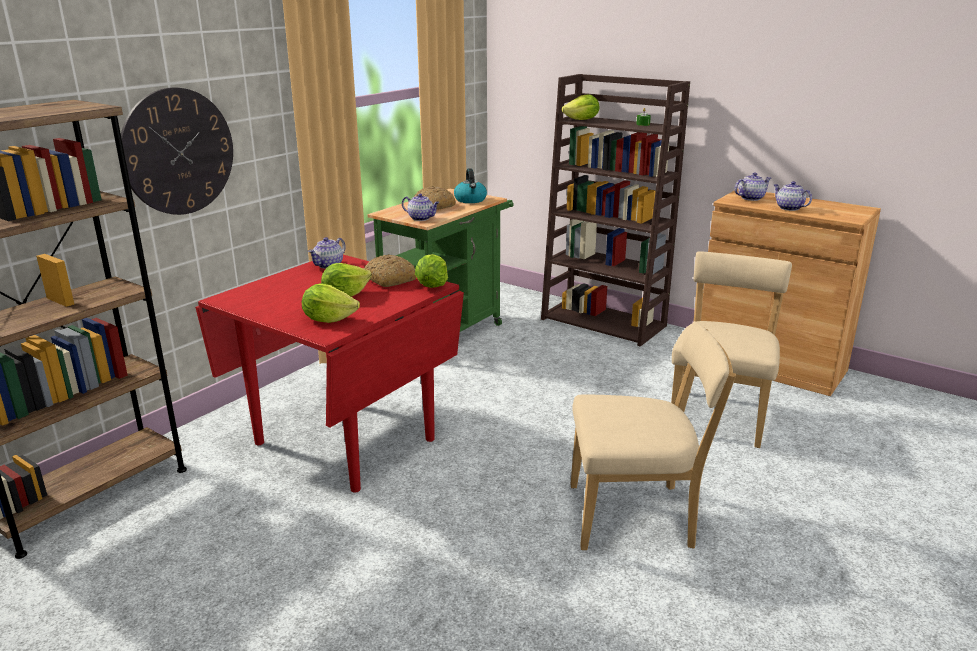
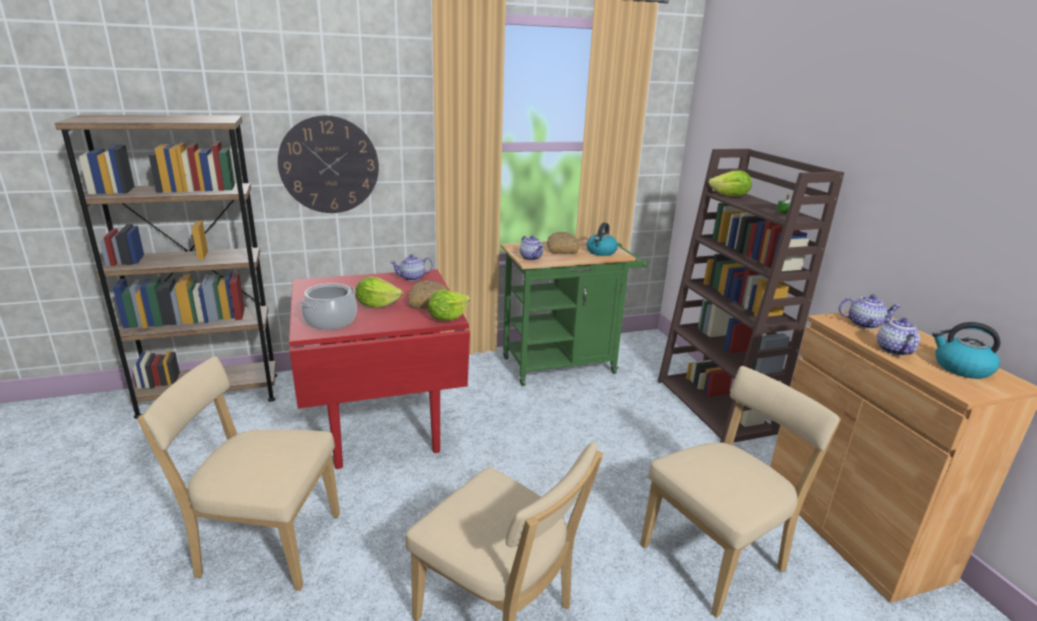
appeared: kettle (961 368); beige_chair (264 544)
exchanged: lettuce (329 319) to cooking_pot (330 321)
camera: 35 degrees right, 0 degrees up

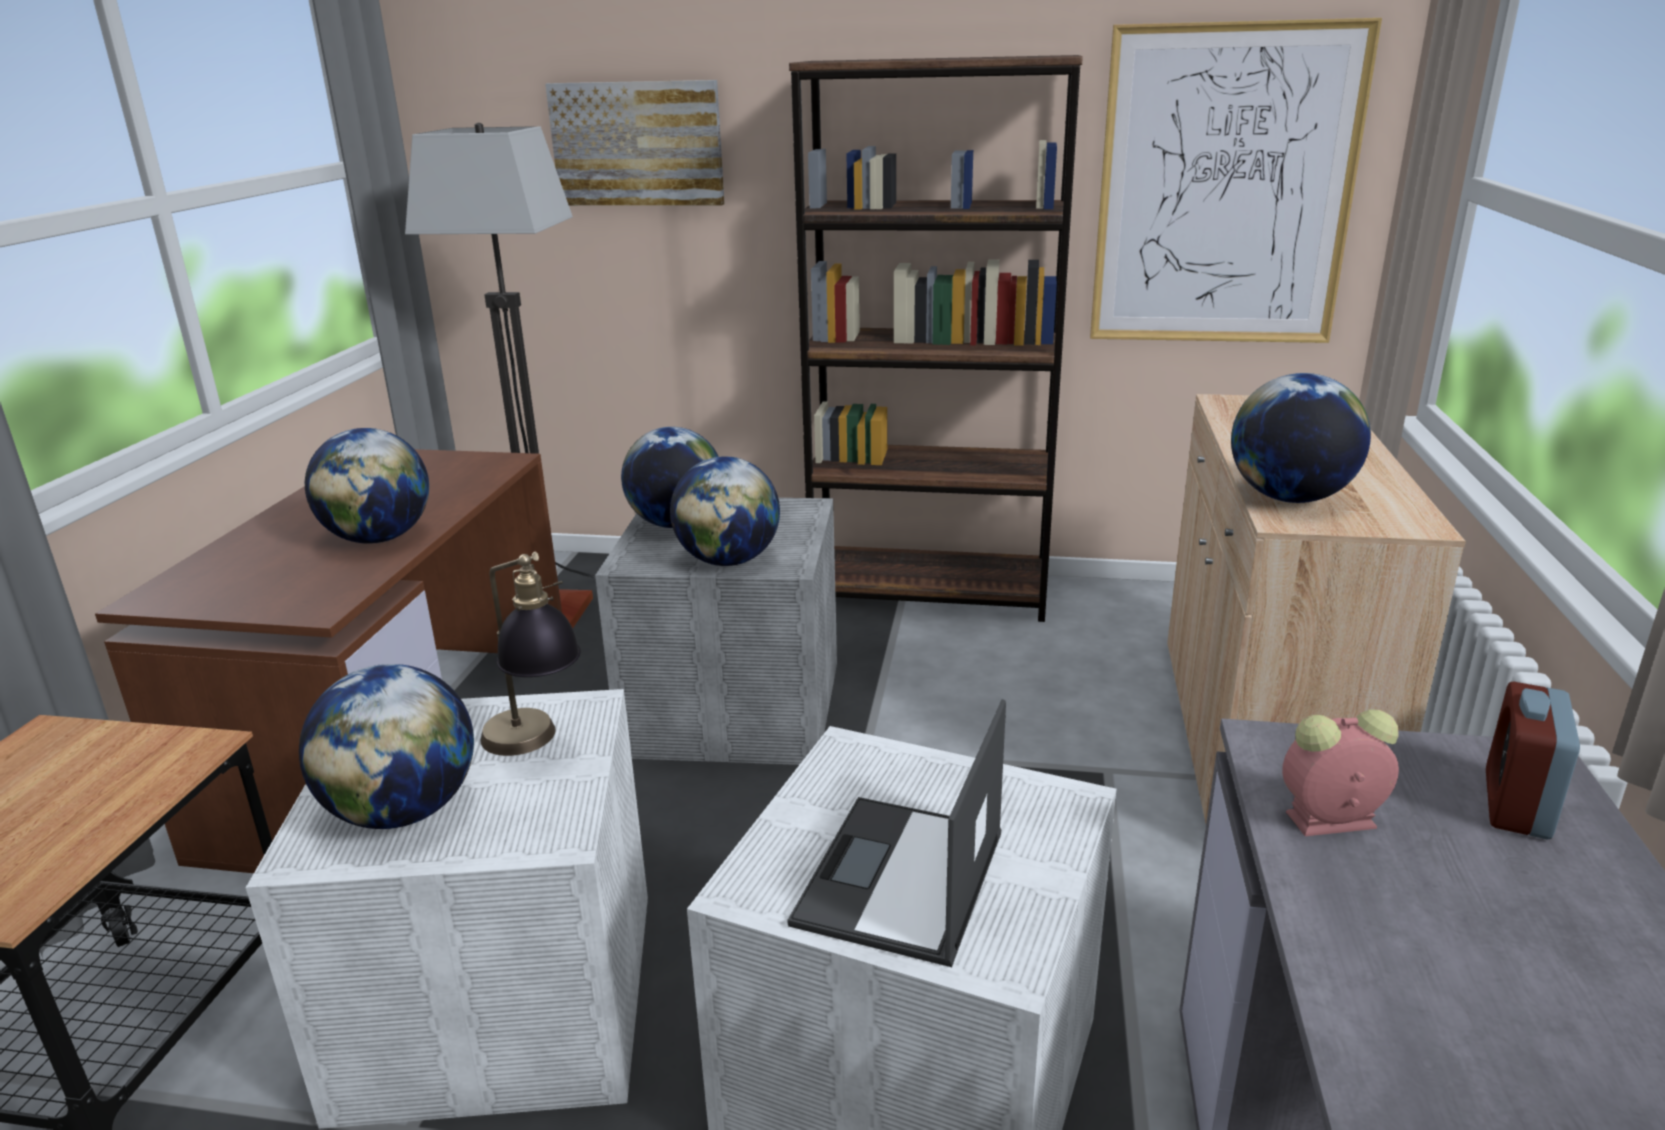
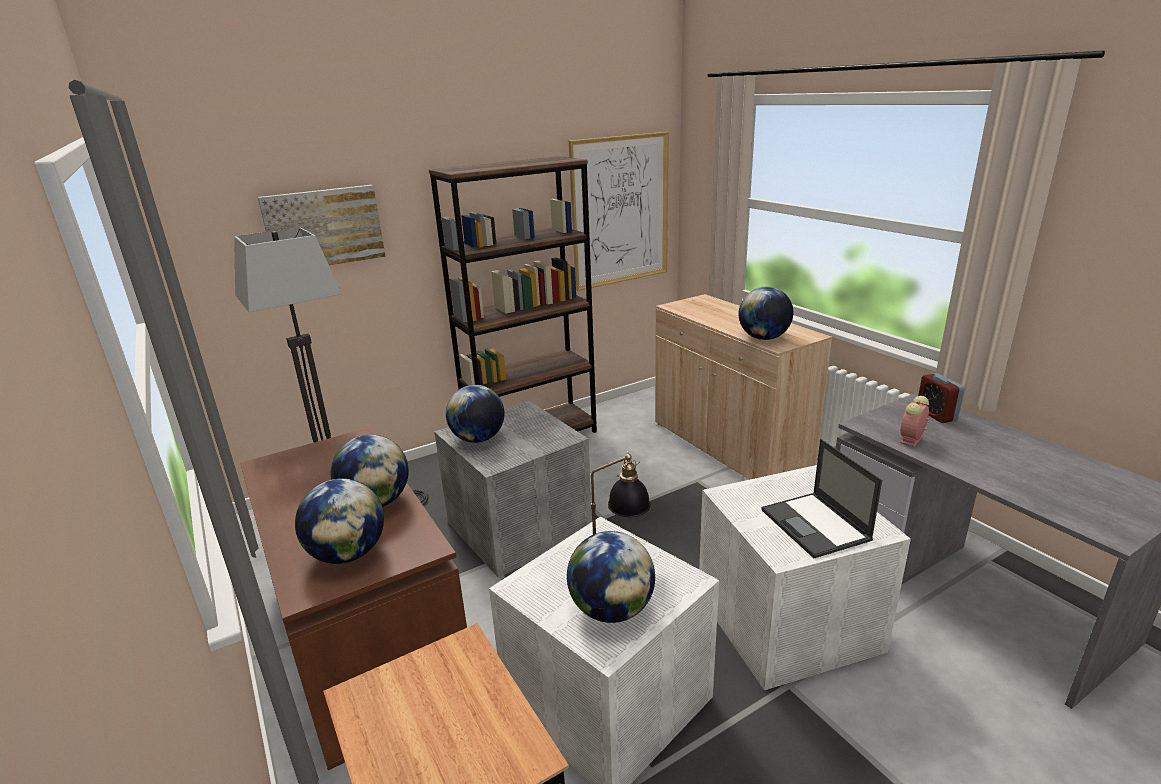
relocated: globe (728 561) to (348 554)
camera: 40 degrees left, 0 degrees up

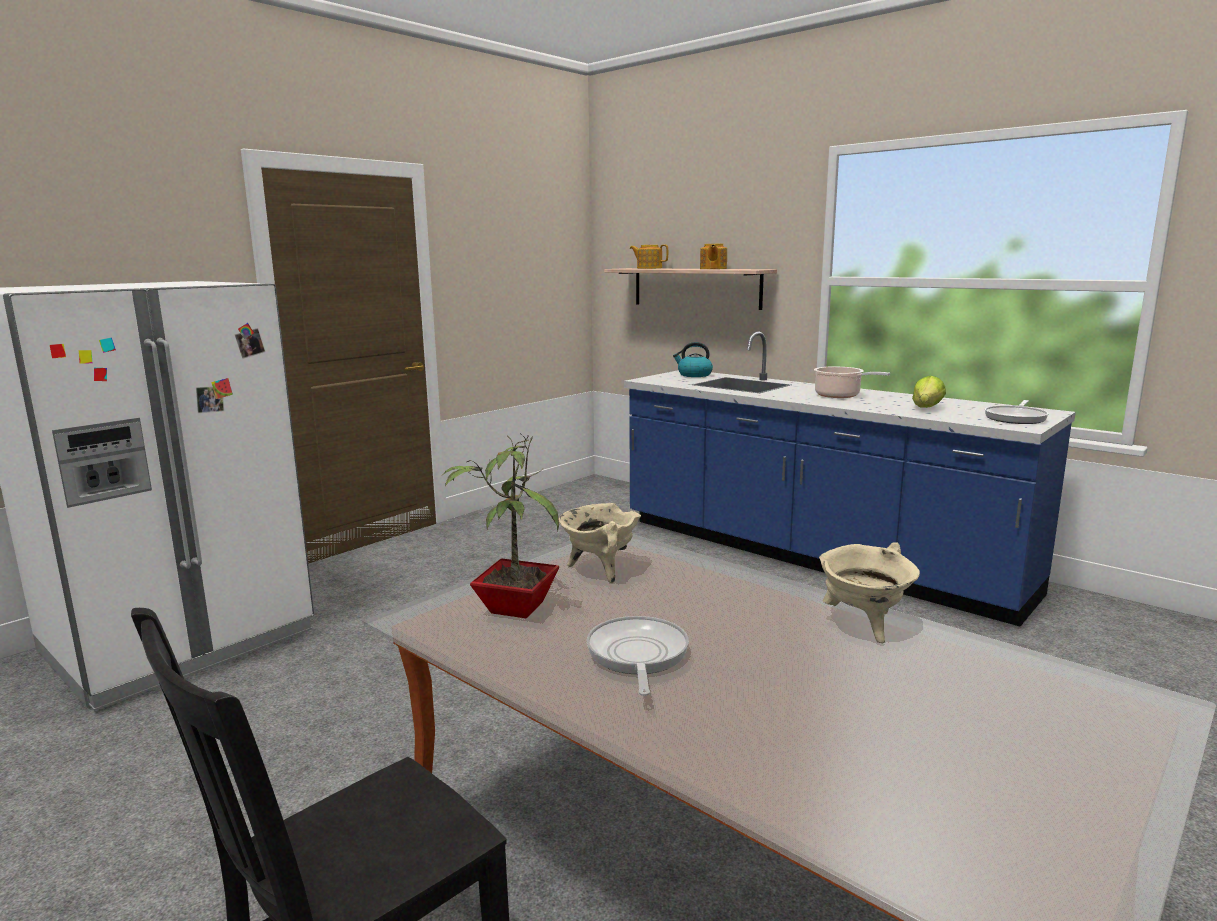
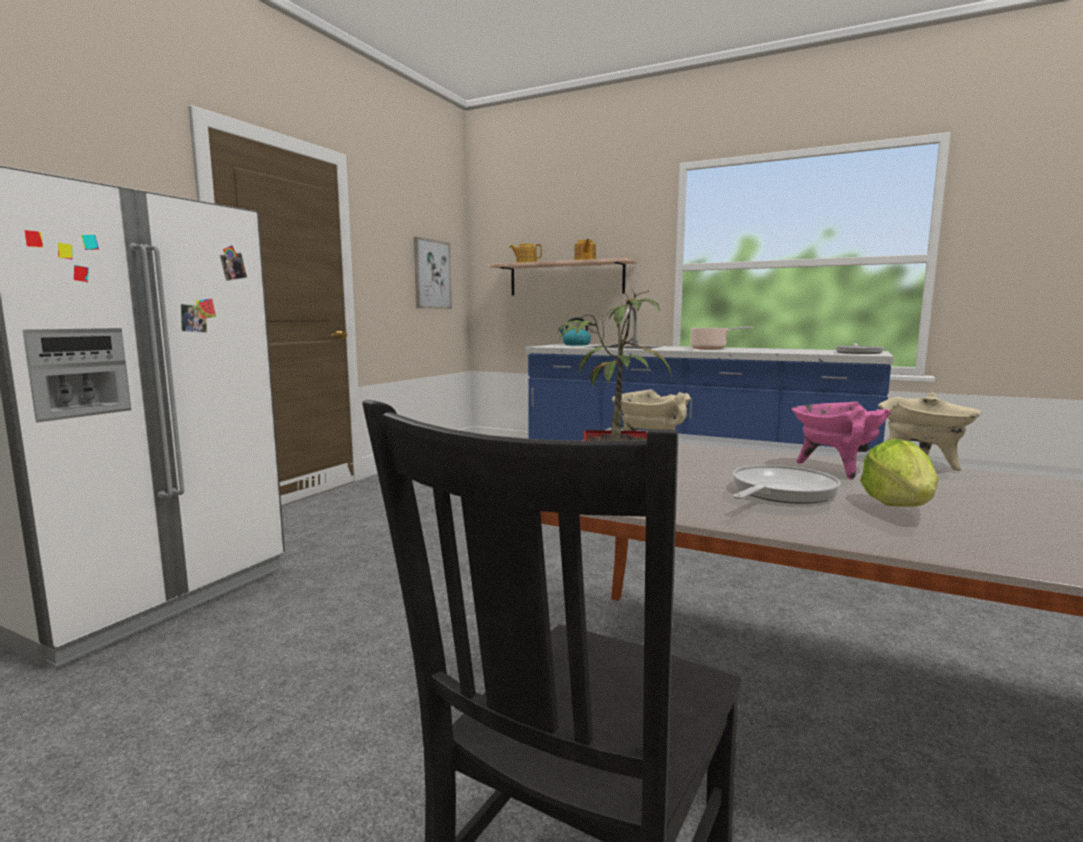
appeared: picture (432 274); pink_cooking_pot (835 469)
relocated: lettuce (927 408) to (899 506)
spun: frying_pan (637 656) = (780 492) 60 degrees clockwise
camera: 15 degrees left, 5 degrees down

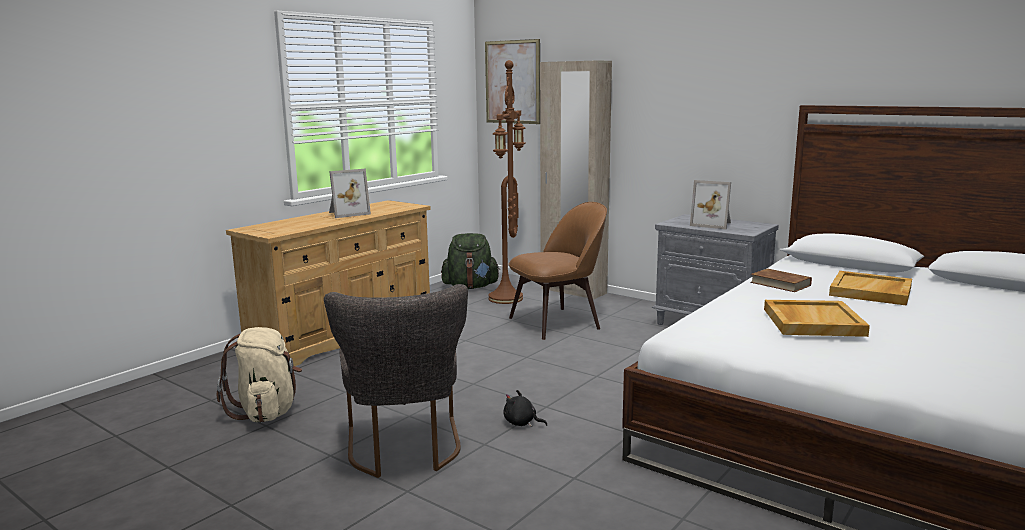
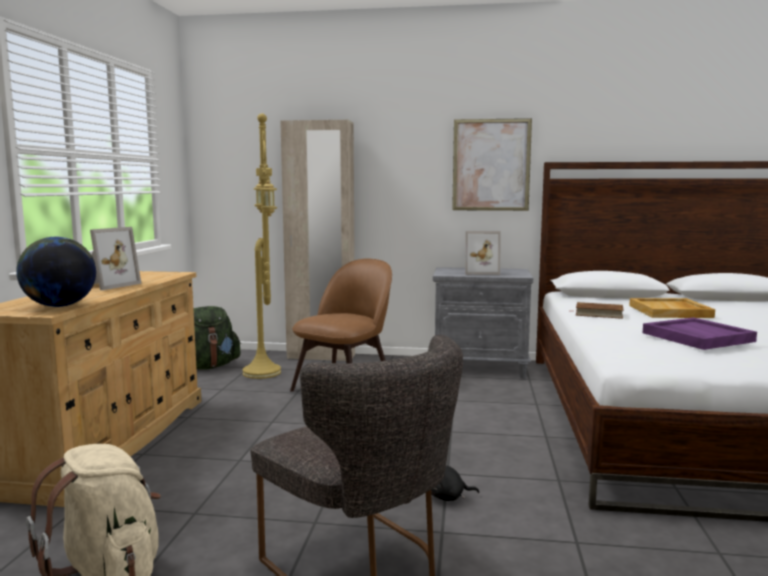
appeared: globe (59 306)
relocated: picture (512 82) to (491 165)
colour: brown_floor_lamp (507 299) to yellow_floor_lamp (264 373); beige_tray (812 322) to purple_tray (696 337)
camera: 30 degrees left, 5 degrees down

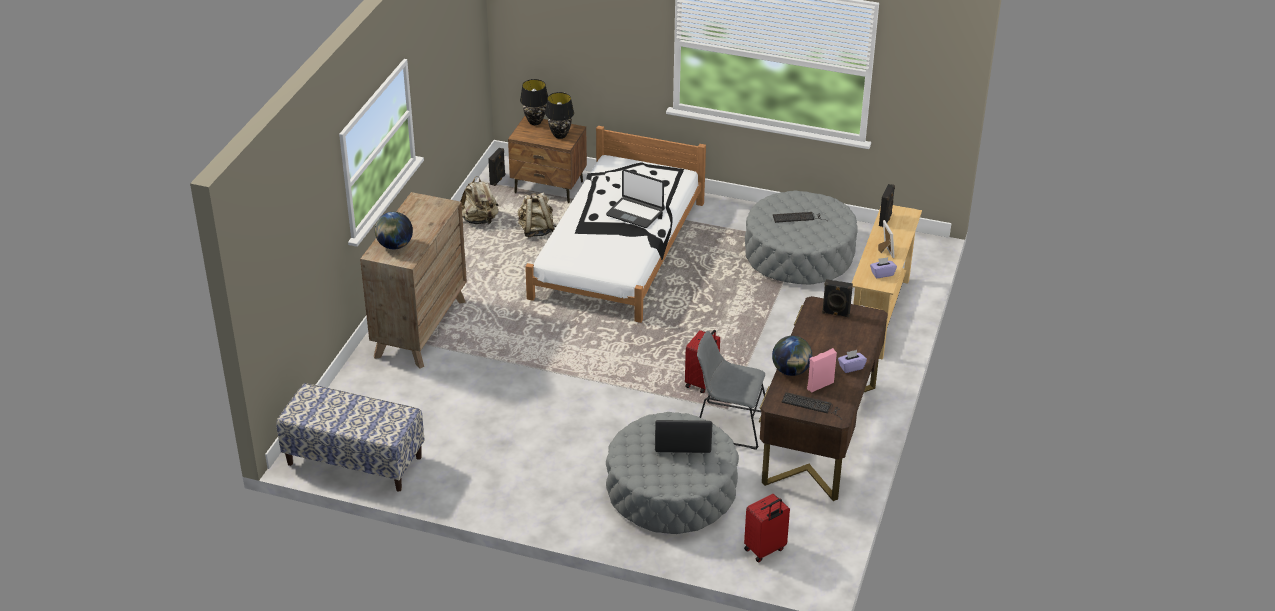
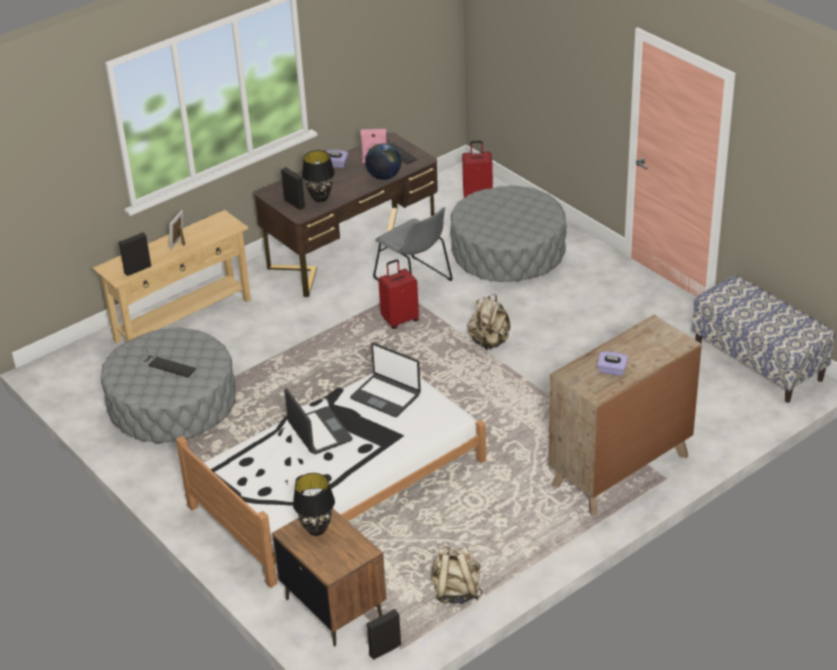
missing: globe (394 246)
relocated: black_table_lamp (535 122) to (320 198); beige_backpack (536 230) to (489 342); purple_tissue_box (882 274) to (612 370); laptop (682 441) to (386 396)
camera: 145 degrees left, 0 degrees up

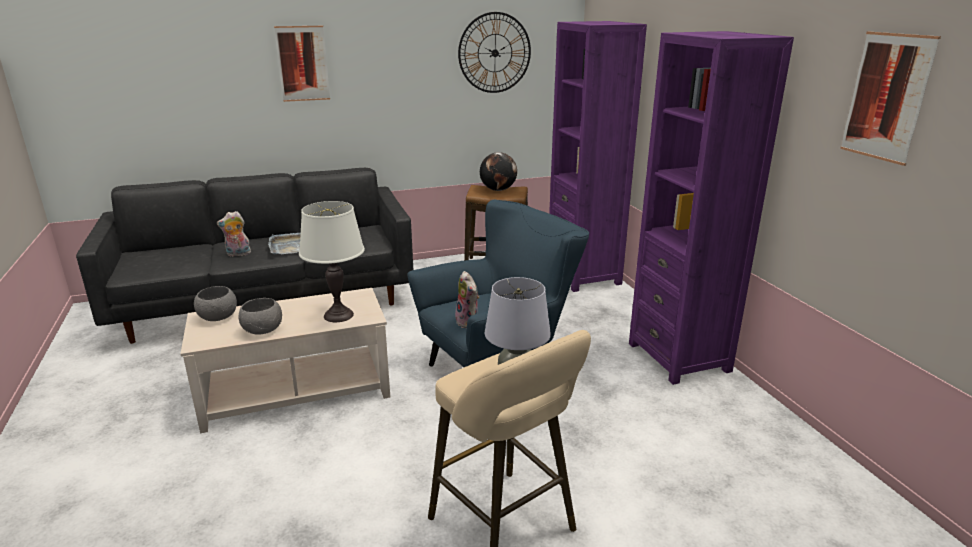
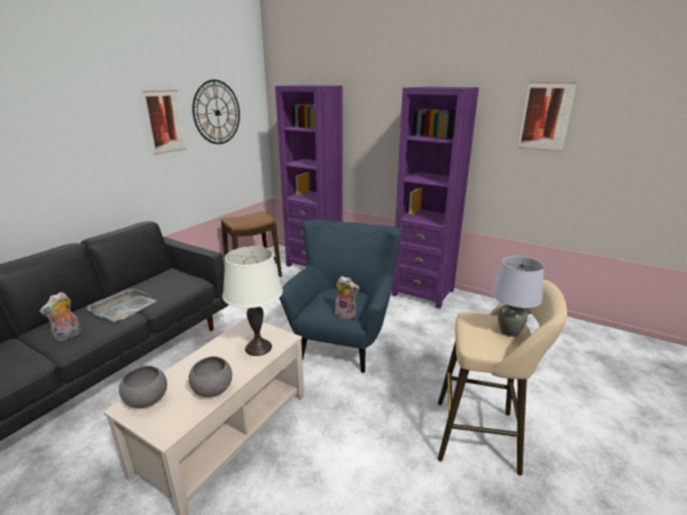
missing: globe (498 190)
relocated: picture (302 63) to (165 121)
camera: 40 degrees left, 0 degrees up

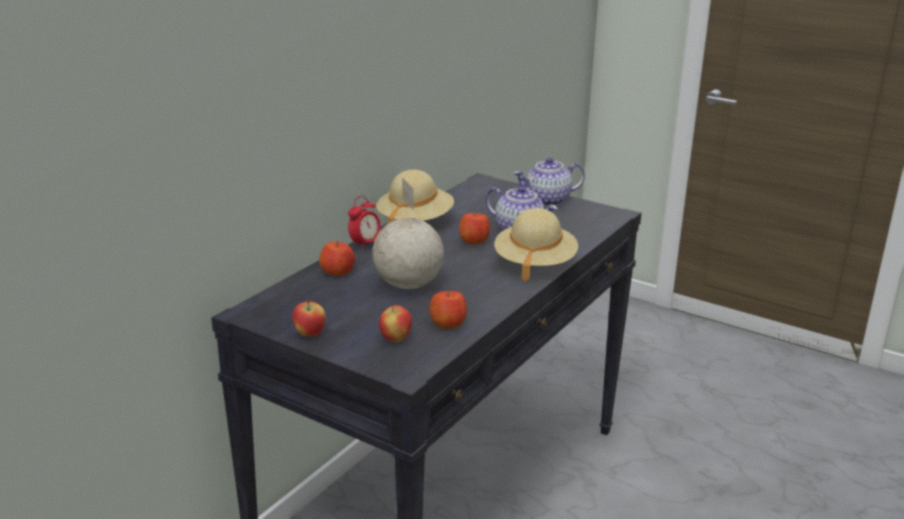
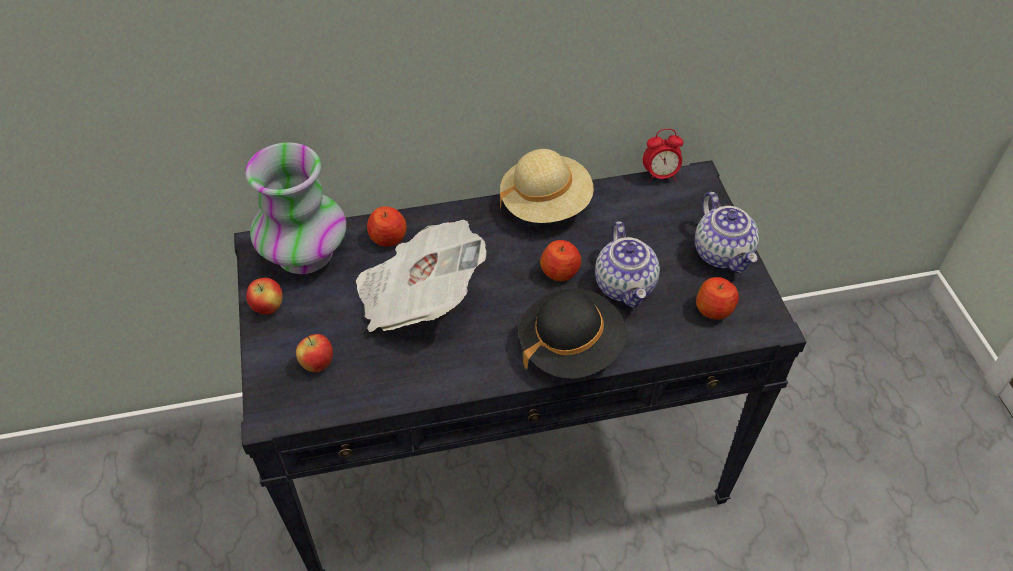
appeared: vase (304 254)
relocated: alarm_clock (365 244) to (660 176); apple (447 323) to (714 309)
exchanged: globe (407 285) to newspaper (418 297)
colour: beige_hat (534 263) to black_hat (570 347)
spun: teapot (547 200) = (723 254) 135 degrees counterclockwise
camera: 45 degrees right, 25 degrees up

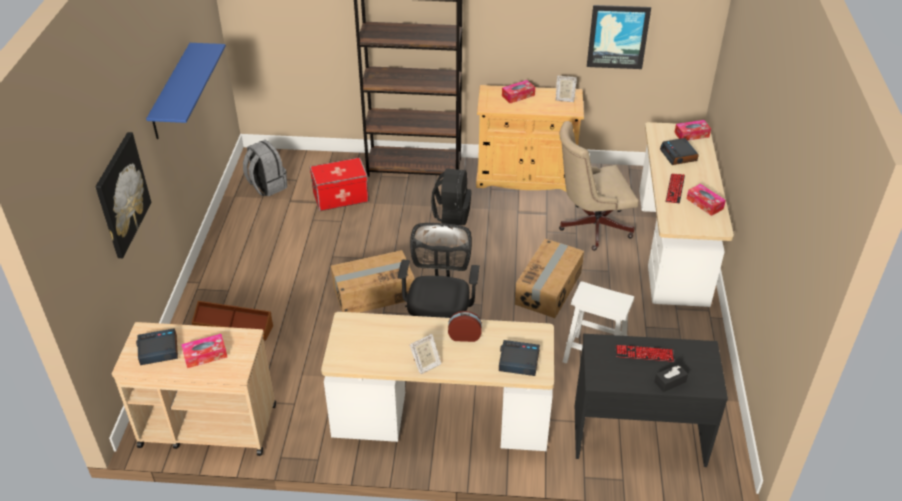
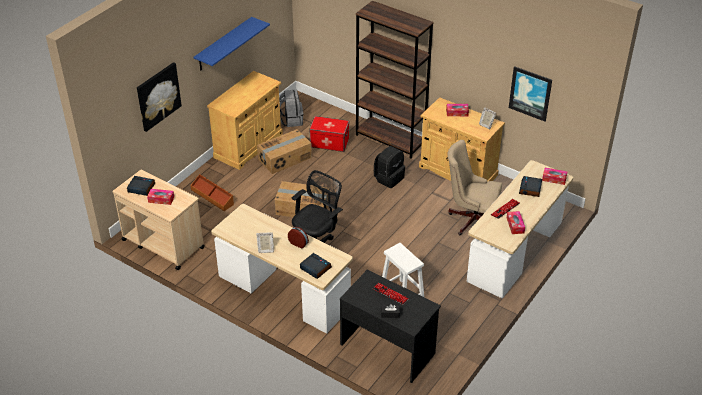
appeared: beige_cabinet (248 145)
relocated: cardboard_box (549 288) to (285 159)
camera: 30 degrees right, 0 degrees up

